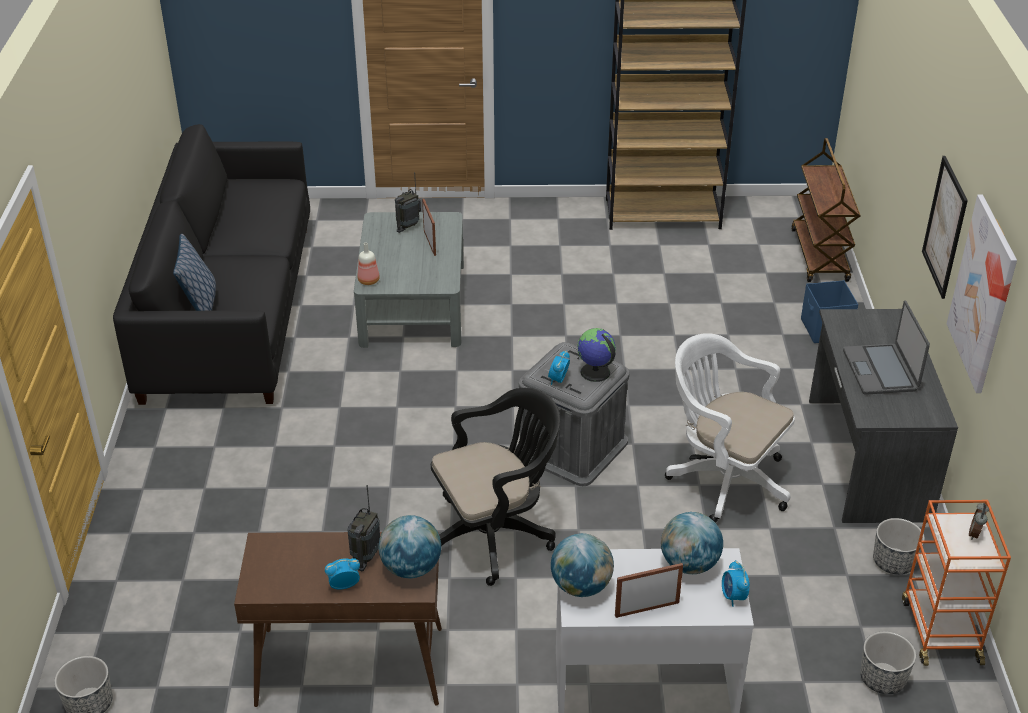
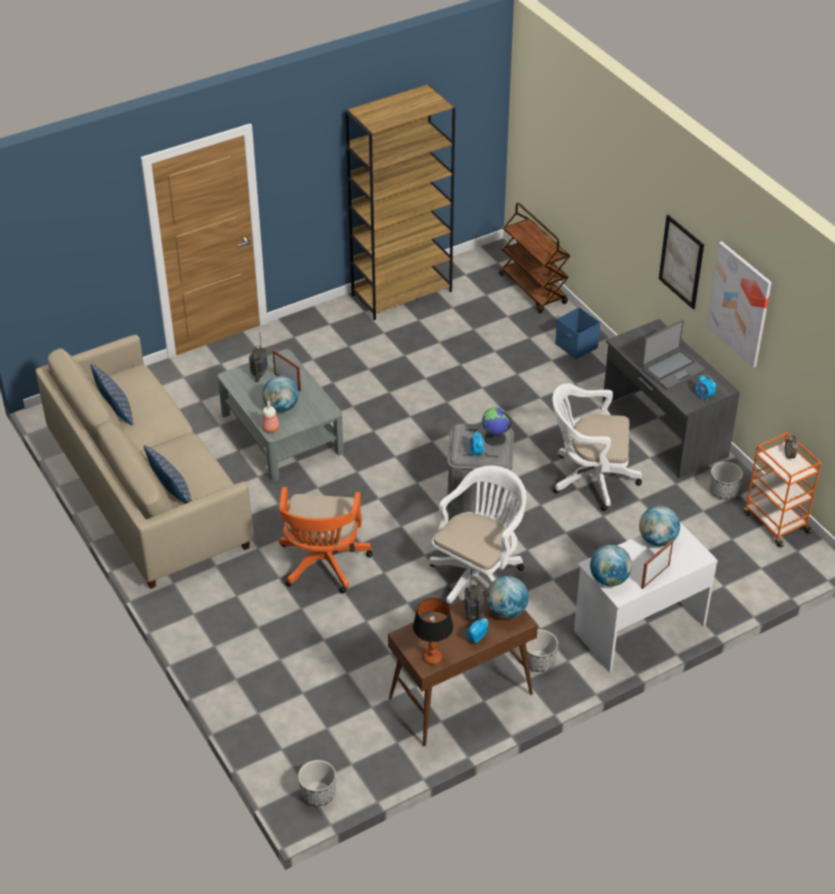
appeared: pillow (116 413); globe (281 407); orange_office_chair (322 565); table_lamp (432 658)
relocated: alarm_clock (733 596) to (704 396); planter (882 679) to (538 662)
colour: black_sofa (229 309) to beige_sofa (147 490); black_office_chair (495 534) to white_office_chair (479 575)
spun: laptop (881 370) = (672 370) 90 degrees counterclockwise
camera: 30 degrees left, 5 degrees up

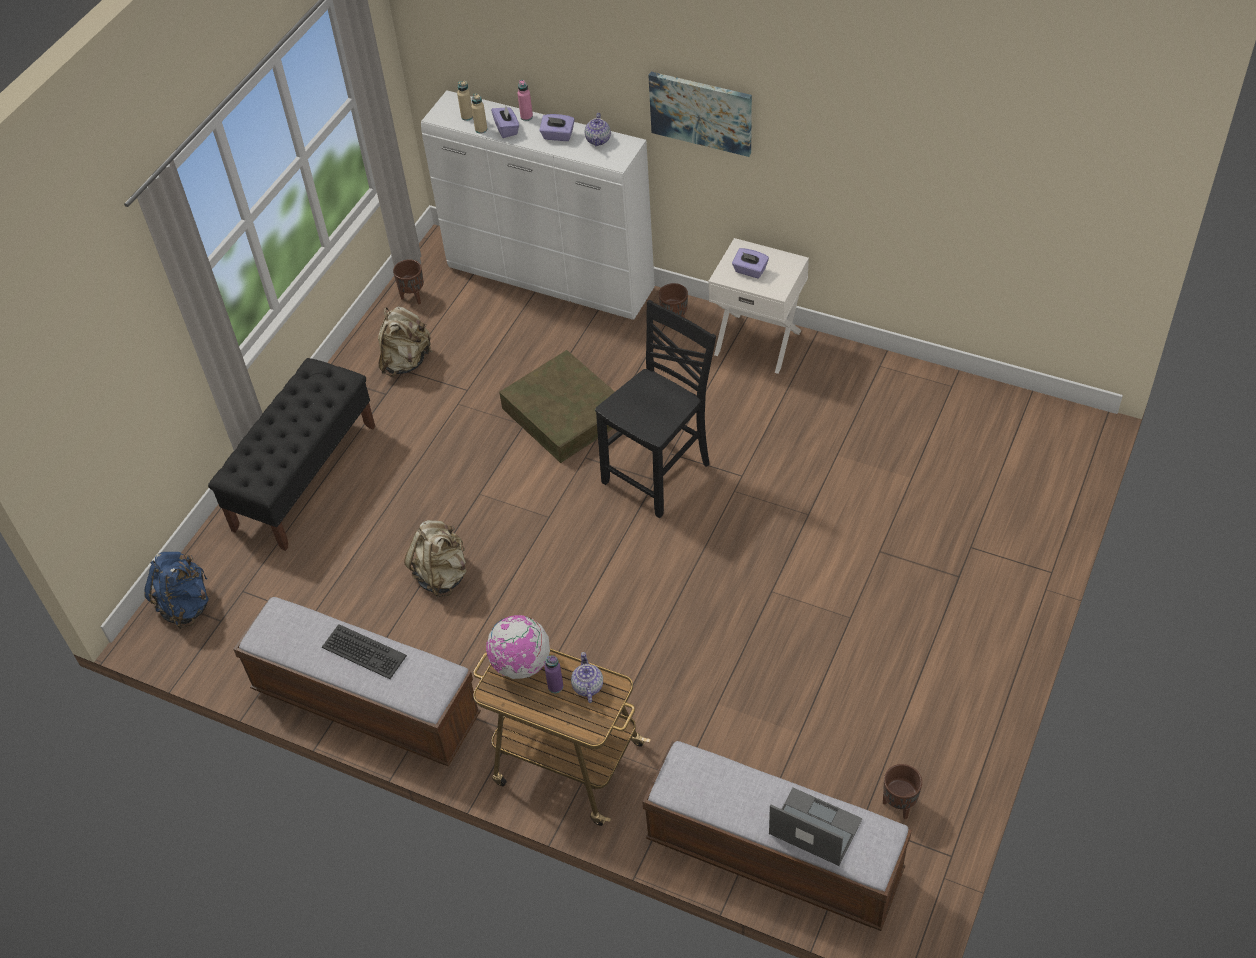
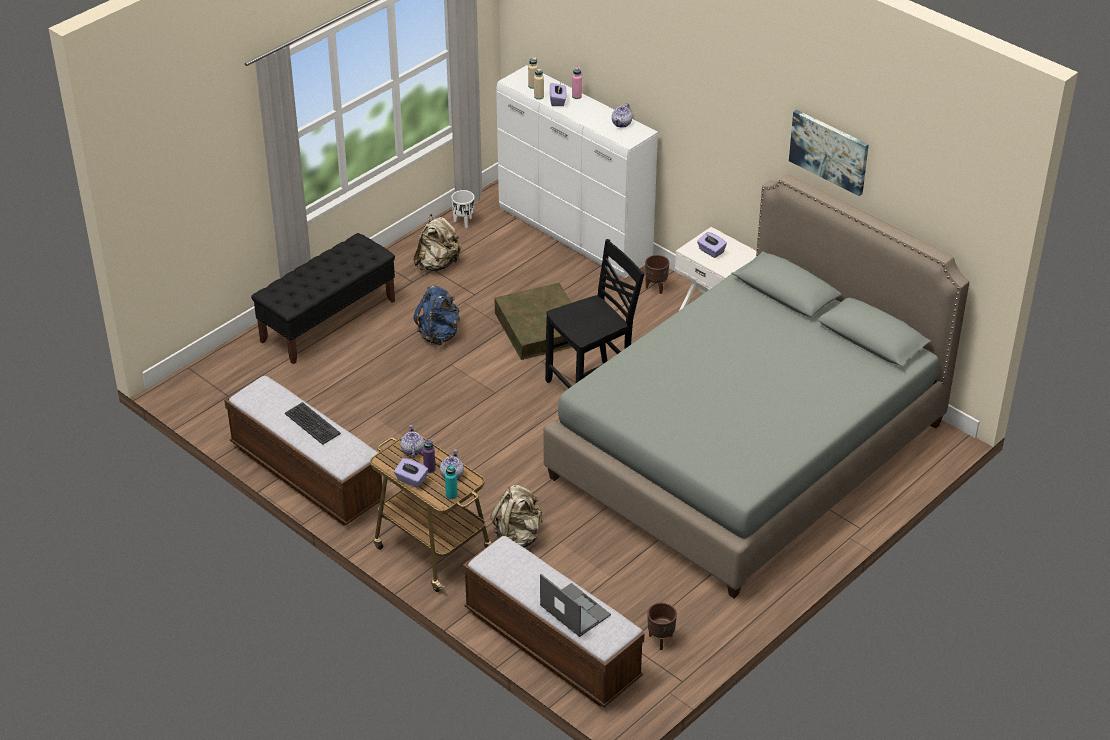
appeared: grey_bed (747 450); turquoise_bottle (451 495)
relocated: picture (701 112) to (829 151); purple_tissue_box (558 136) to (411 480); beige_backpack (442 575) to (518 537); blue_backpack (186 605) to (439 334)
exchanged: globe (521 664) to teapot (412 450)
colour: brown_planter (413 297) to white_planter (464 222)
camera: 15 degrees right, 10 degrees down

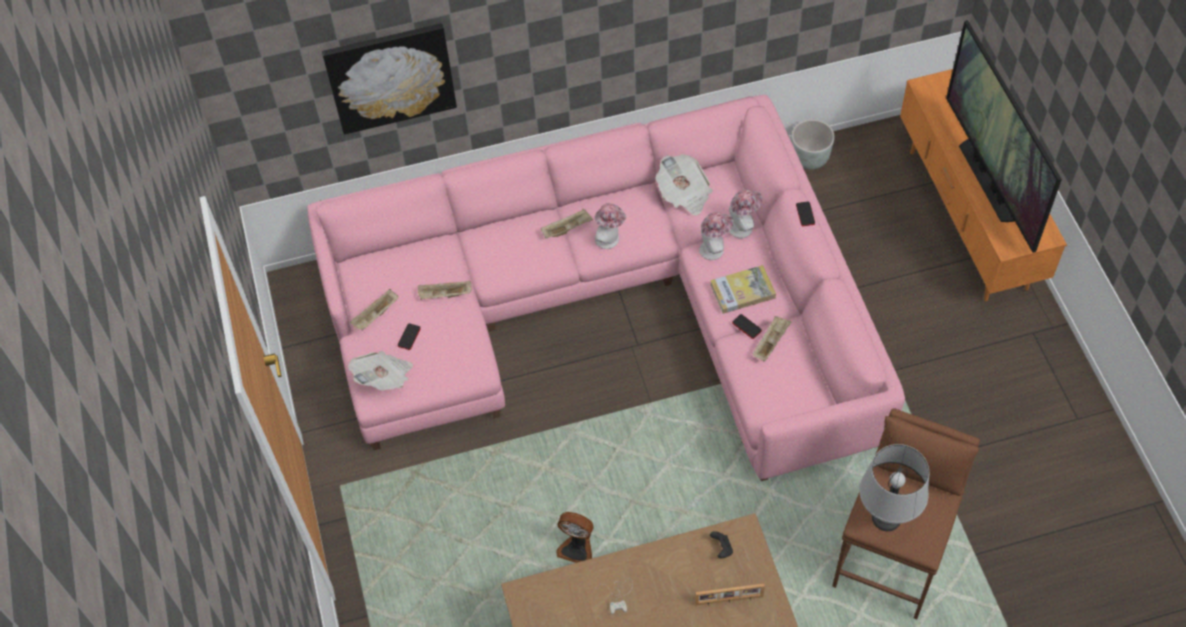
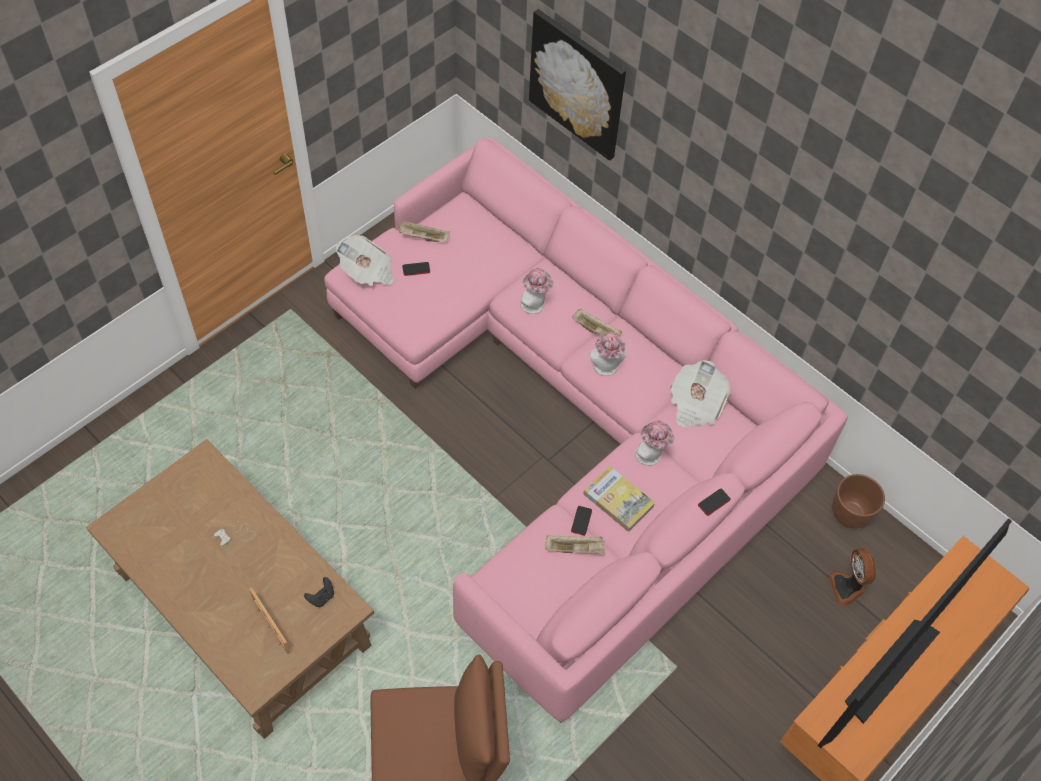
missing: beige_tray (444 295); grey_table_lamp (886 518)
relocated: hat (743 226) to (535 305); fan (577 548) to (848 587)
colour: grey_planter (810 159) to brown_planter (850 514)
camera: 55 degrees right, 0 degrees up

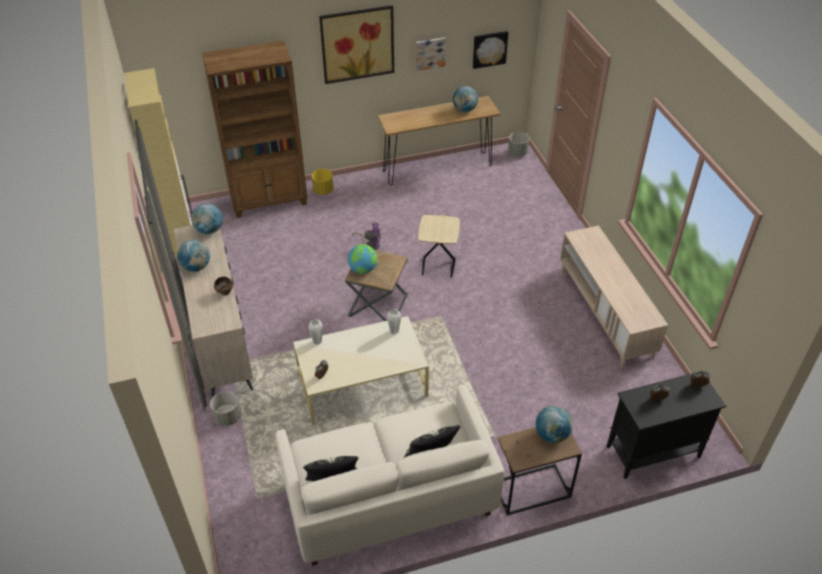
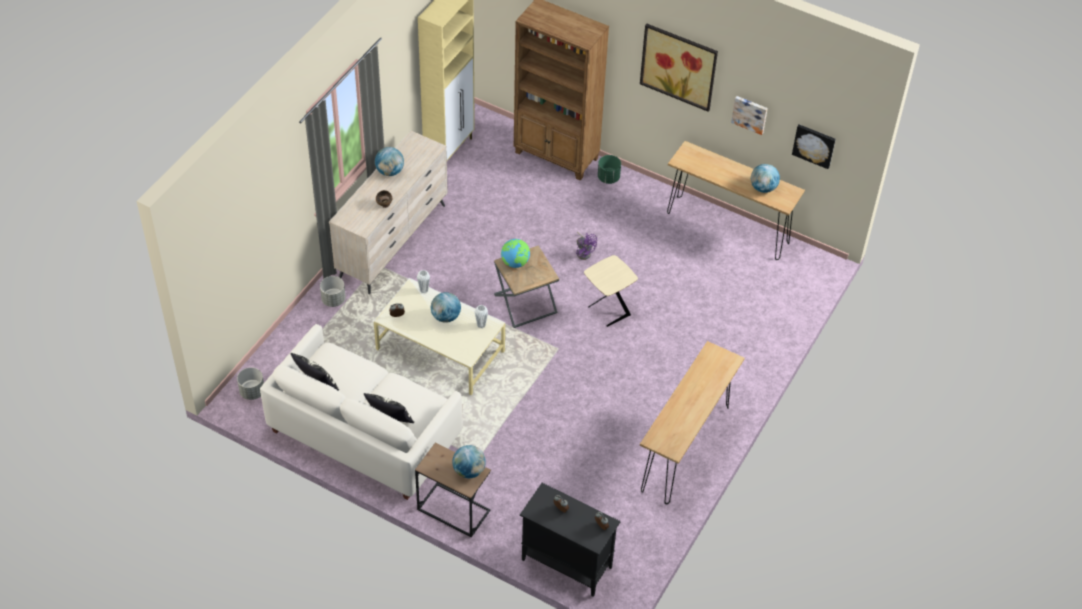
relocated: grey_planter (517 153) to (252 392); globe (209 230) to (446 316)
exchanged: beige_tv_stand (605 311) to brown_console_table (685 448)
colour: yellow_planter (323 191) to green_planter (608 178)
camera: 45 degrees right, 5 degrees up

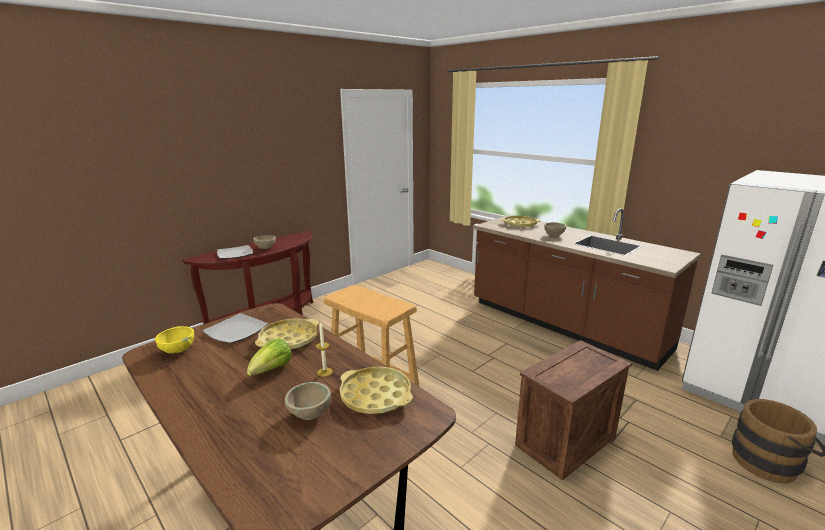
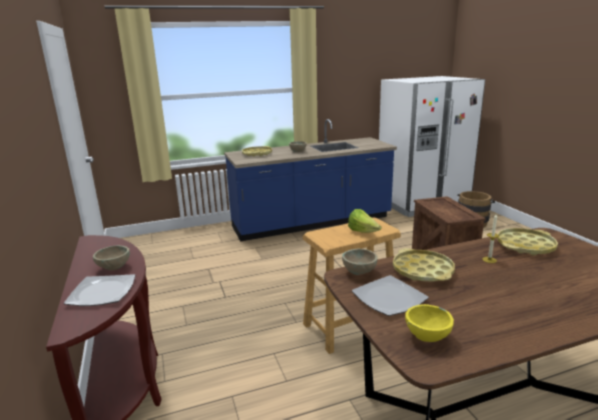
relocated: lettuce (271 370) to (363 232); beige_bowl (310 414) to (359 272)
colour: brown_counter (564 325) to blue_counter (312 223)
camera: 65 degrees left, 0 degrees up

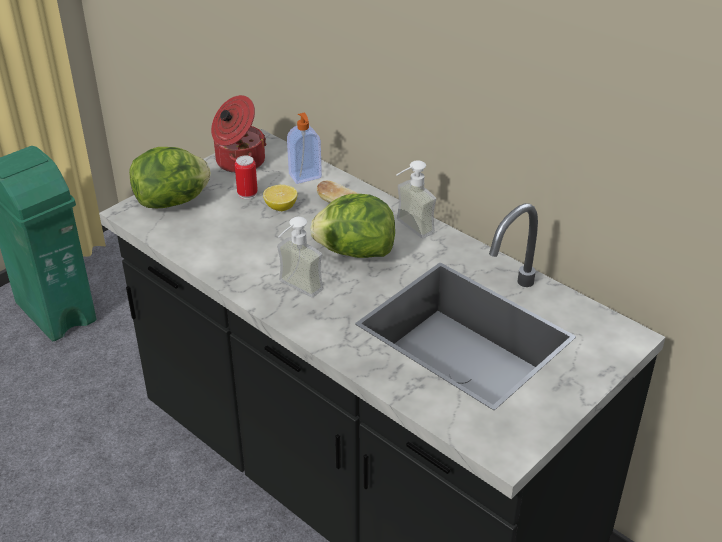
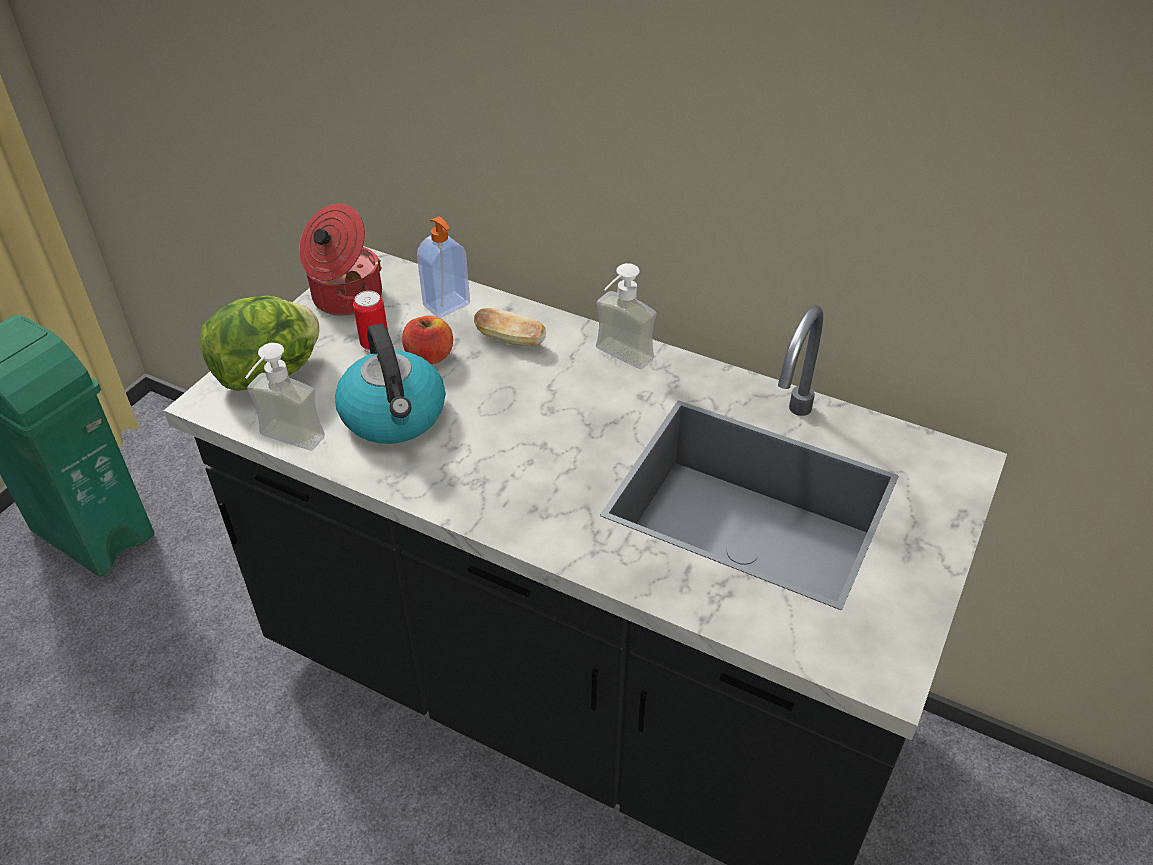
missing: lettuce (355 252)
appeared: kettle (394 416)
relocated: soap_dispenser (295 290) to (285 444)
exchanged: lemon (281 207) to apple (429 356)
camera: 15 degrees left, 5 degrees up

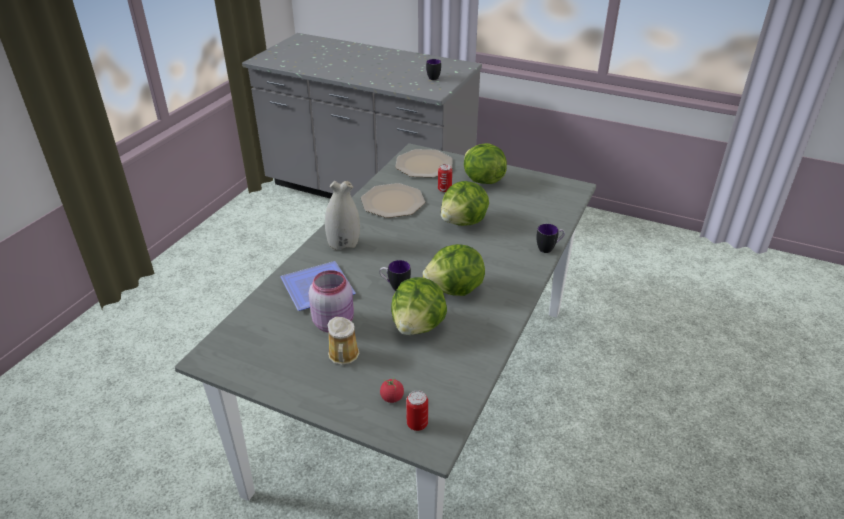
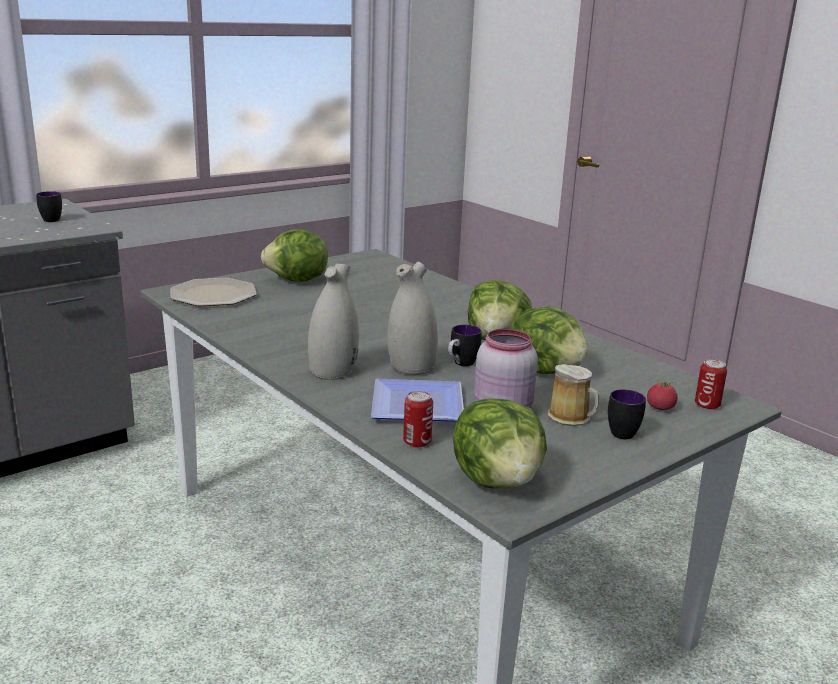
missing: plate (393 201)
appeared: white_vase (411 367)
relocated: can (444 189) to (417 442); lettuce (464 222) to (498 481); mug (549 248) to (622 431)
camera: 65 degrees left, 15 degrees down

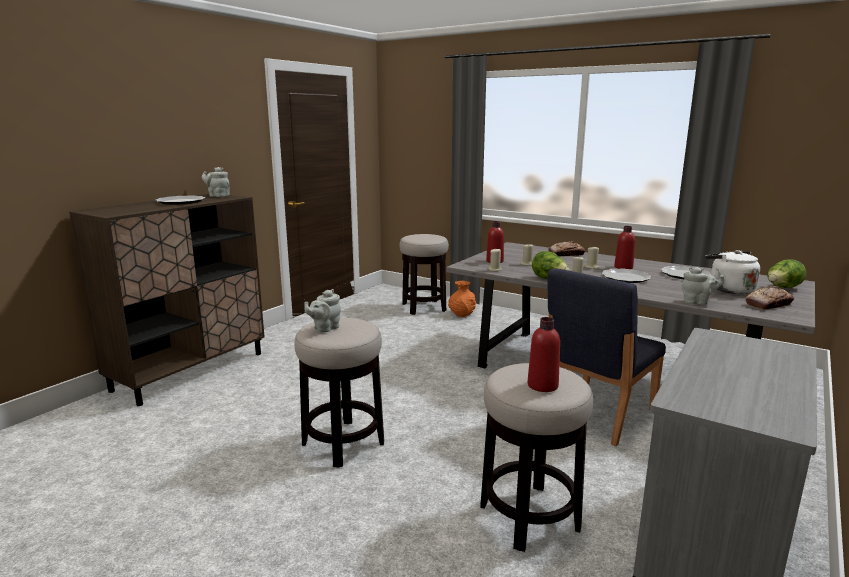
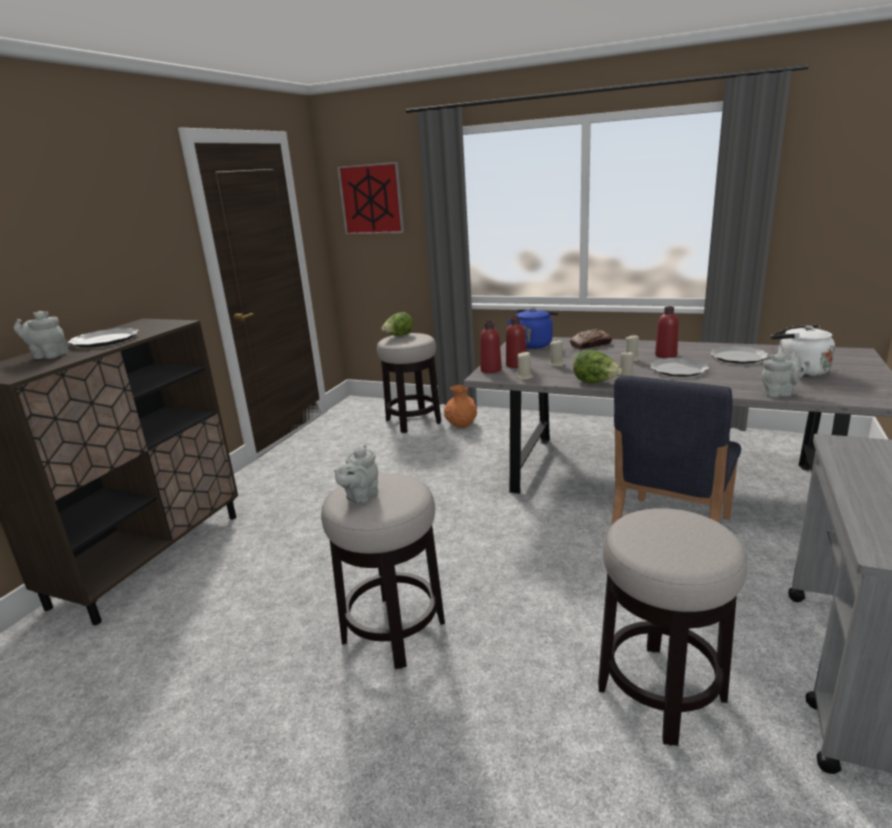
missing: bread (768 304)
appeared: picture (371 199); blue_kettle (533 344)
relocated: grey_teapot (218 195) to (48 356); lettuce (782 288) to (398 336); red_bottle (542 385) to (491 370)
camera: 10 degrees left, 5 degrees up

